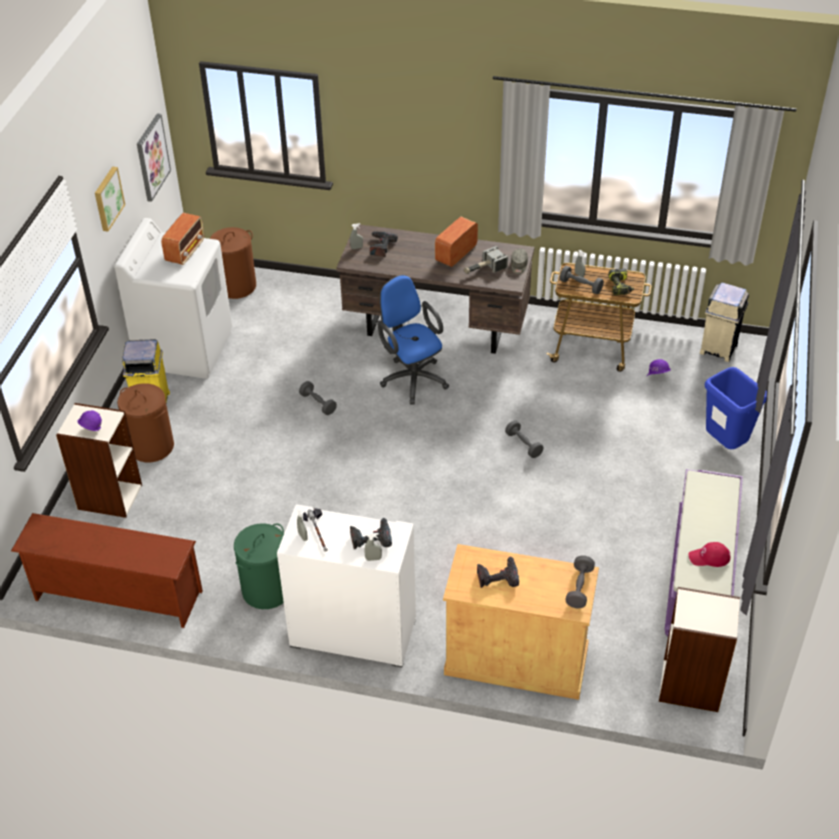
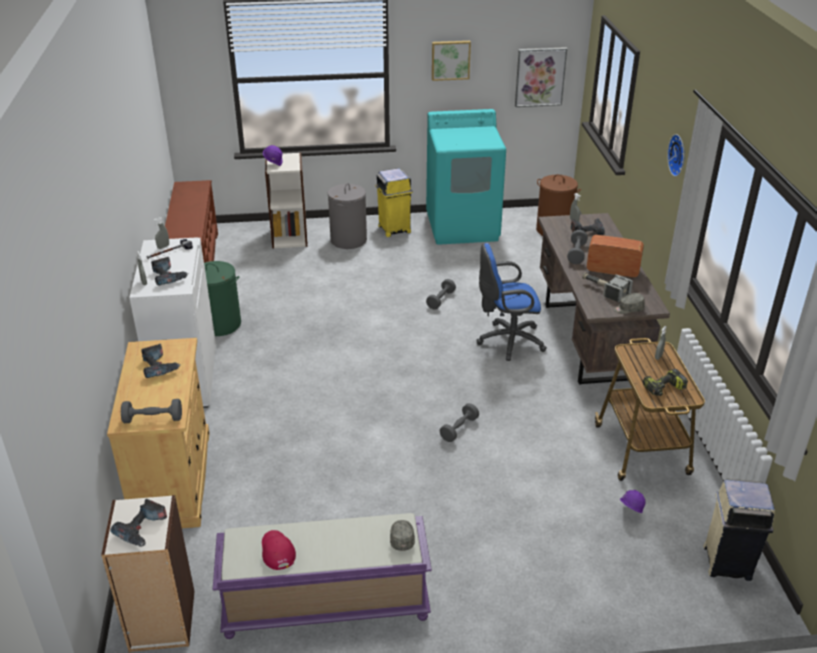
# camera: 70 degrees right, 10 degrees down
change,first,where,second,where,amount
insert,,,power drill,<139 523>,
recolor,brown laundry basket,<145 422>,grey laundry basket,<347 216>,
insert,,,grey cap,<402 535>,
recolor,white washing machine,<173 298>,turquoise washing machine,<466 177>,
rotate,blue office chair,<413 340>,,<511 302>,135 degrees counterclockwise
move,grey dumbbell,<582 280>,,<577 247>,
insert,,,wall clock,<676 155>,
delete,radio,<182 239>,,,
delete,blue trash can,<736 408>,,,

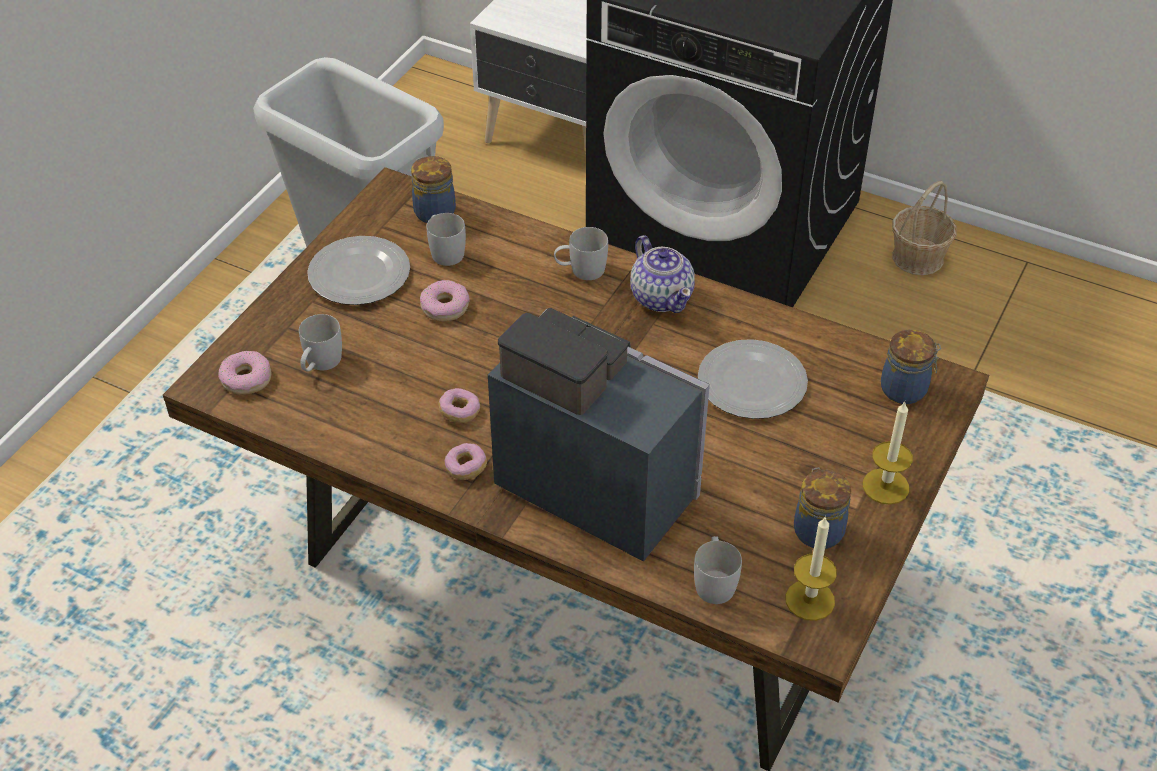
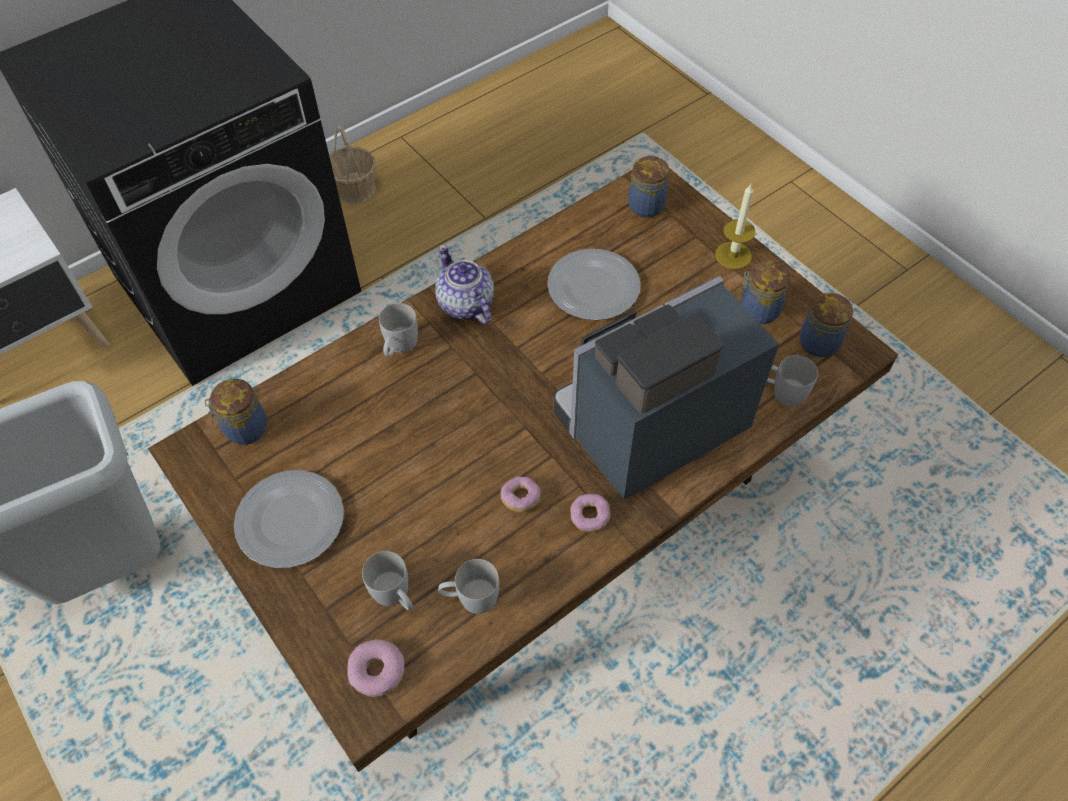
# camera: 65 degrees left, 10 degrees up
change,first,where,second,where,amount
rotate,teapot,<662 274>,,<464 284>,120 degrees counterclockwise
move,white mug,<446 239>,,<468 586>,
replace,candle,<811 568>,jar,<826 325>,
delete,donut,<445 301>,,,

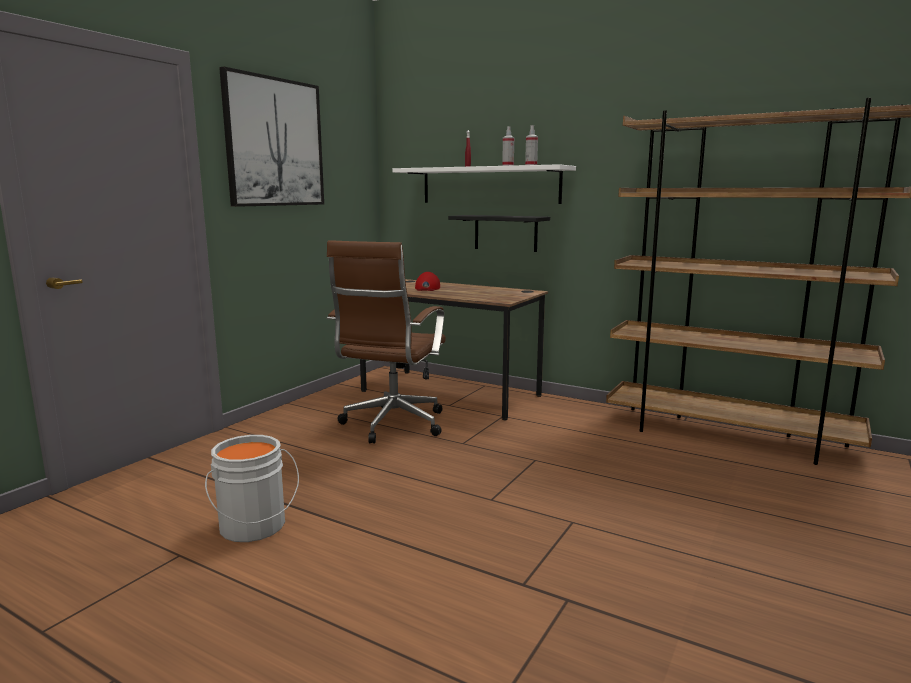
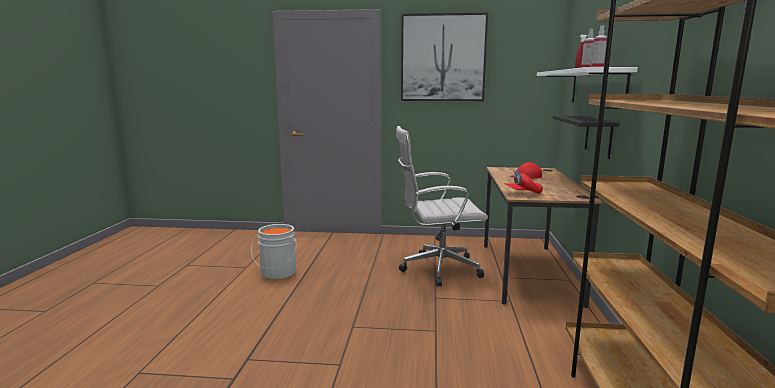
# camera: 65 degrees right, 0 degrees up
change,first,where,second,where,amount
recolor,brown office chair,<386 341>,white office chair,<442 206>,
insert,,,red cap,<524 182>,

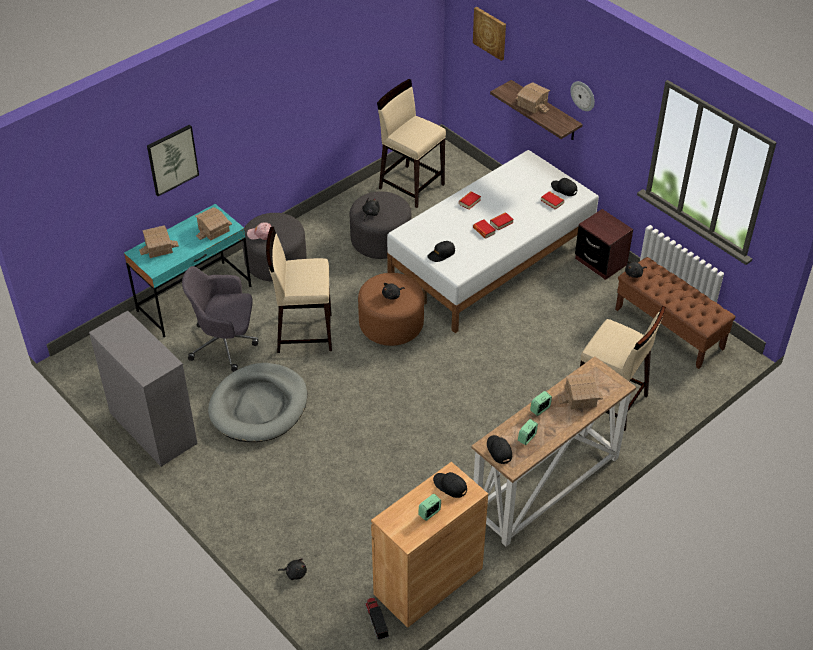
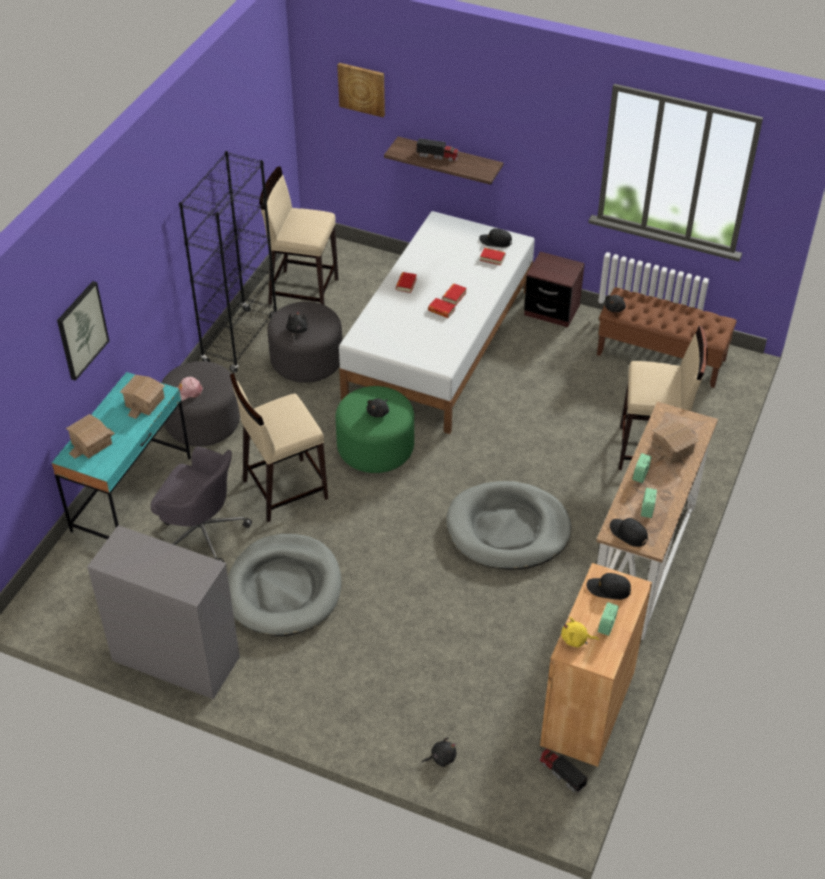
# camera: 25 degrees left, 0 degrees up
change,first,where,second,where,amount
rotate,grey office chair,<220 319>,,<201 504>,135 degrees counterclockwise
insert,,,black bookcase,<228 262>,
recolor,brown ottoman,<391 309>,green ottoman,<374 429>,
replace,toy house,<533 97>,toy truck,<437 149>,
insert,,,grey dog bed,<508 525>,
insert,,,yellow plush toy,<580 632>,
delete,black cap,<441 251>,,,
delete,wall clock,<582 96>,,,

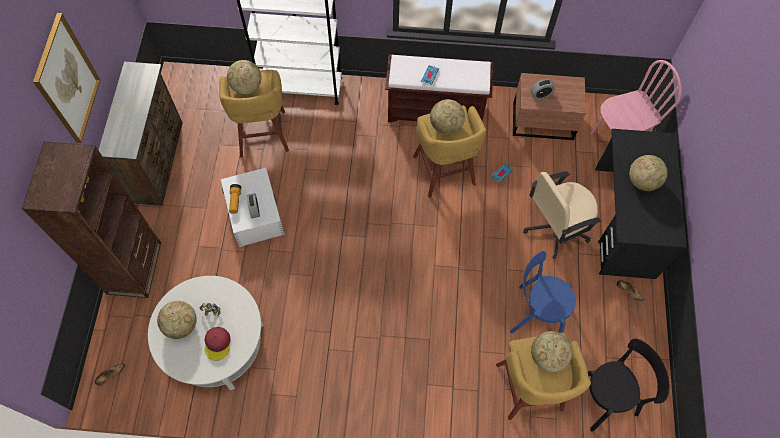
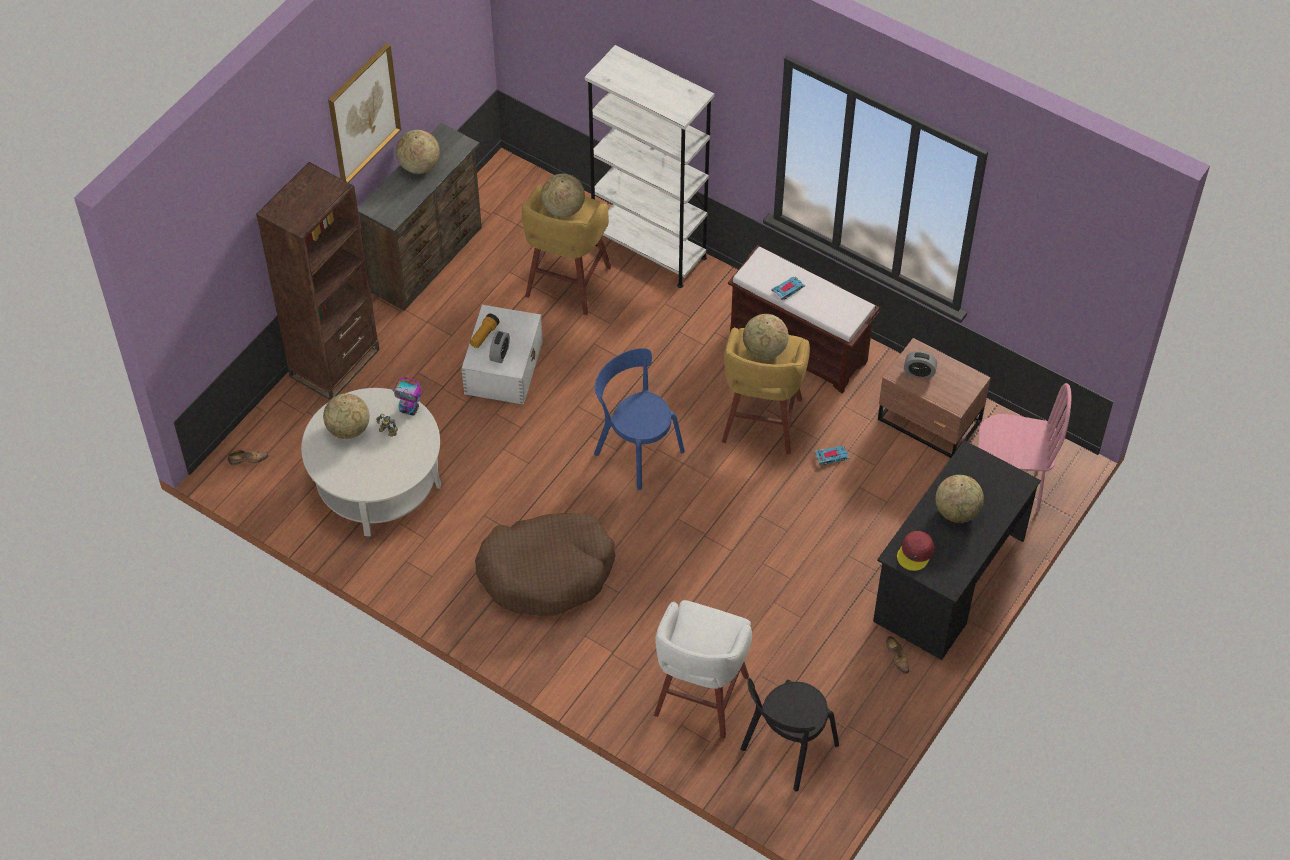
# camera: 30 degrees right, 10 degrees down
change,first,where,second,where,amount
insert,,,toy robot,<406 396>,
move,globe,<552 351>,,<418 152>,
insert,,,brown dog bed,<545 564>,
move,blue chair,<543 292>,,<639 419>,
recolor,yellow stool,<543 376>,white stool,<703 669>,
rotate,black chair,<628 385>,,<790 735>,120 degrees clockwise
move,red cap,<218 344>,,<915 551>,
delete,beige office chair,<562 215>,,,

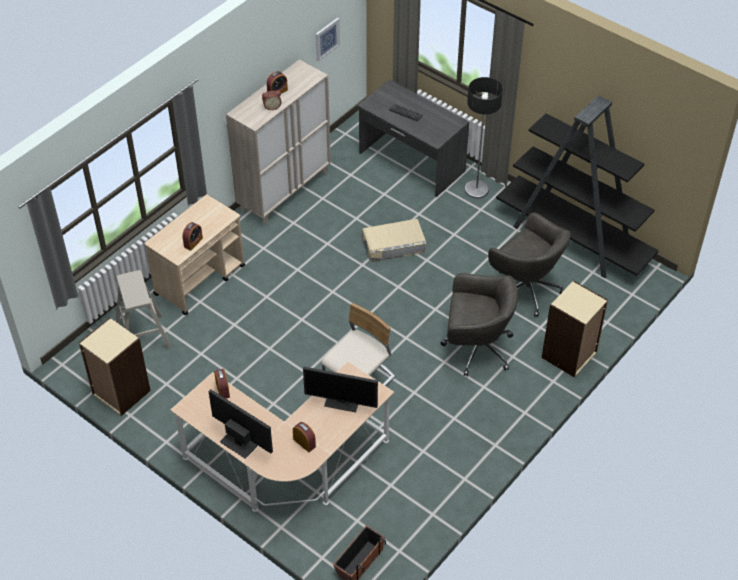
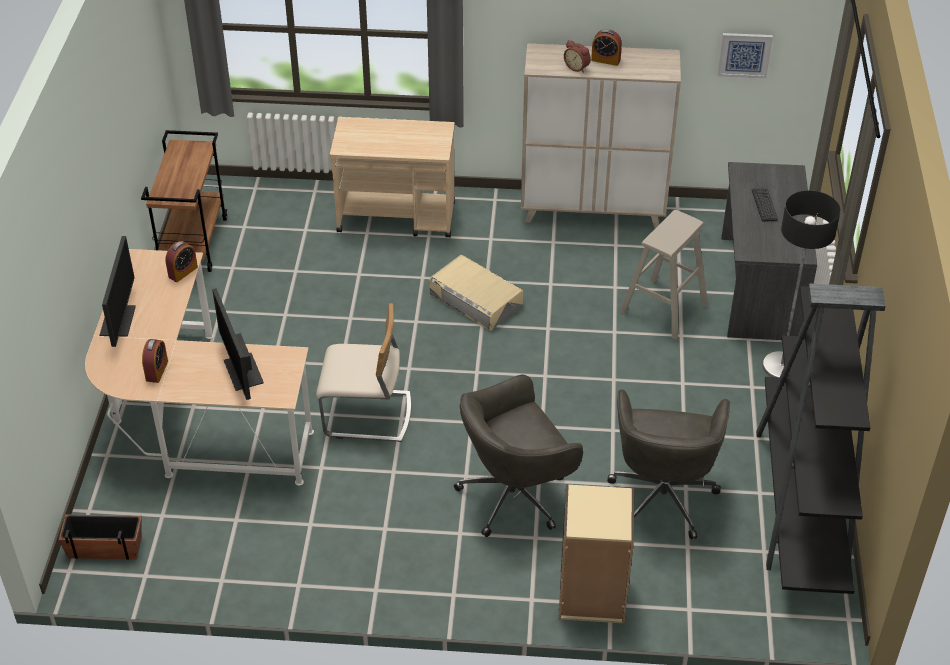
# camera: 55 degrees right, 5 degrees down
change,first,where,second,where,amount
replace,beige bookcase,<115 366>,brown cart,<184 201>,
move,beige storage box,<394 240>,,<476 293>,
rotate,grey office chair,<479 324>,,<518 455>,90 degrees clockwise
move,beige stool,<143 309>,,<664 274>,
delete,alarm clock,<192 236>,,,

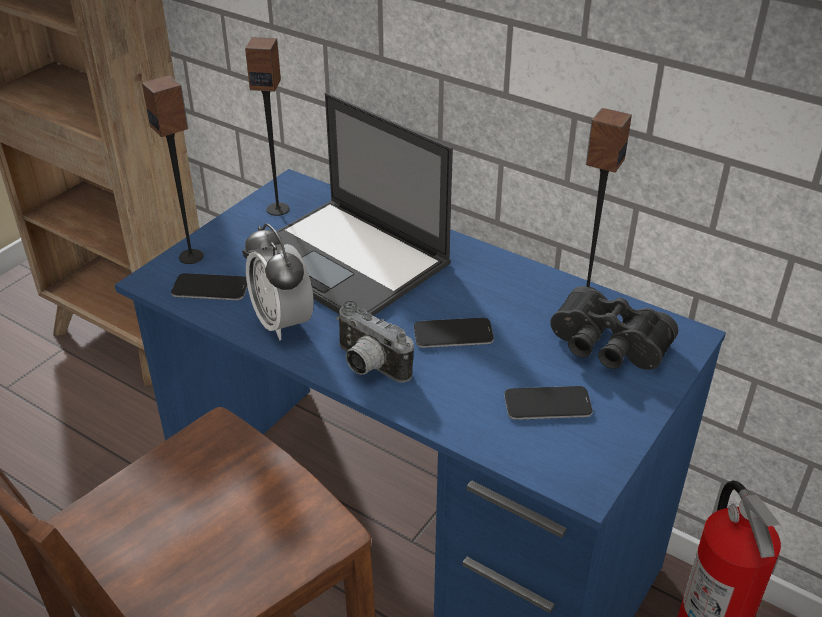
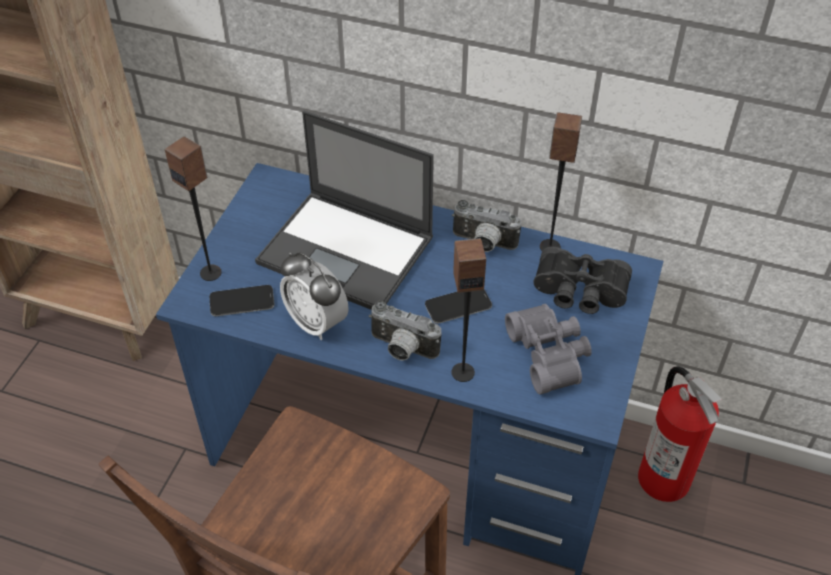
# camera: 15 degrees left, 10 degrees up
change,first,where,second,where,amount
move,speaker,<267 126>,,<468 310>,
insert,,,photo camera,<486 226>,
replace,phone,<548 403>,grey binoculars,<548 349>,

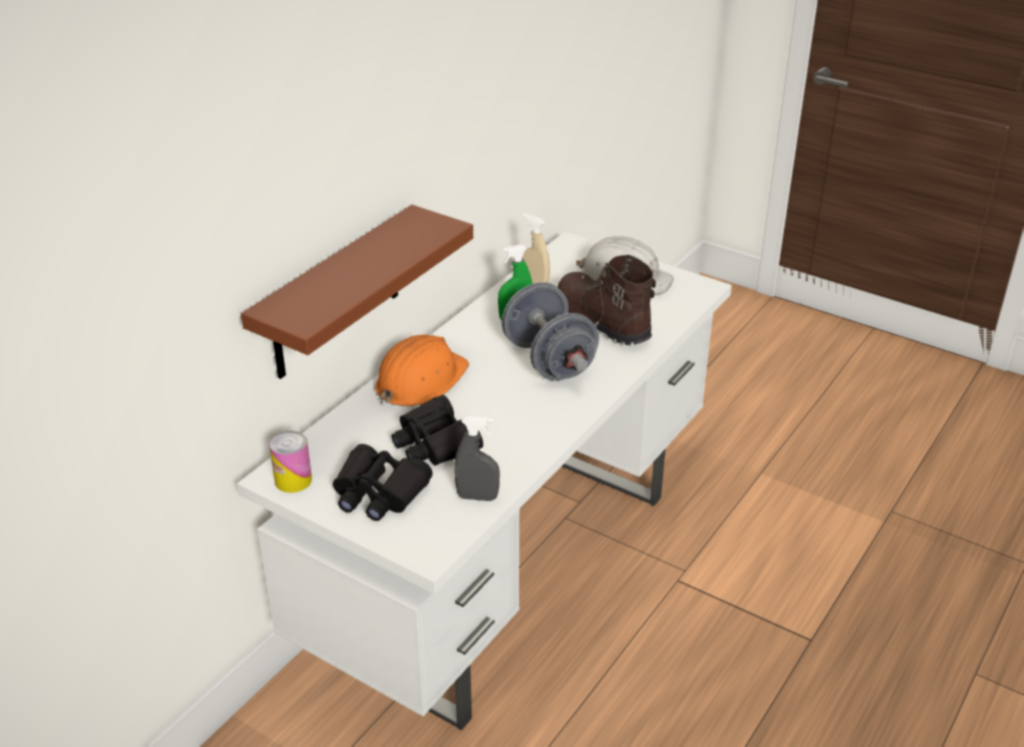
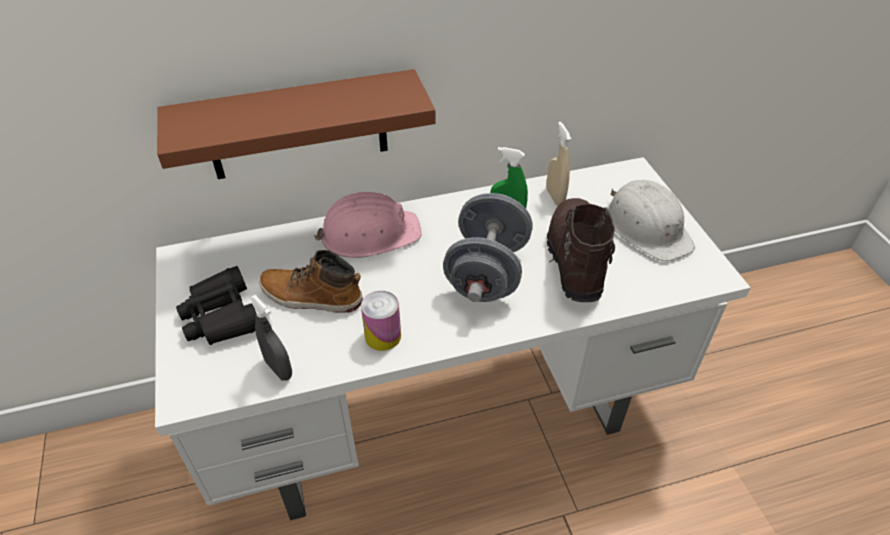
# camera: 40 degrees right, 10 degrees up
change,first,where,second,where,amount
replace,black binoculars,<437 430>,boot,<311 281>,
recolor,orange hard hat,<422 370>,pink hard hat,<368 225>,
move,can,<290 462>,,<381 321>,

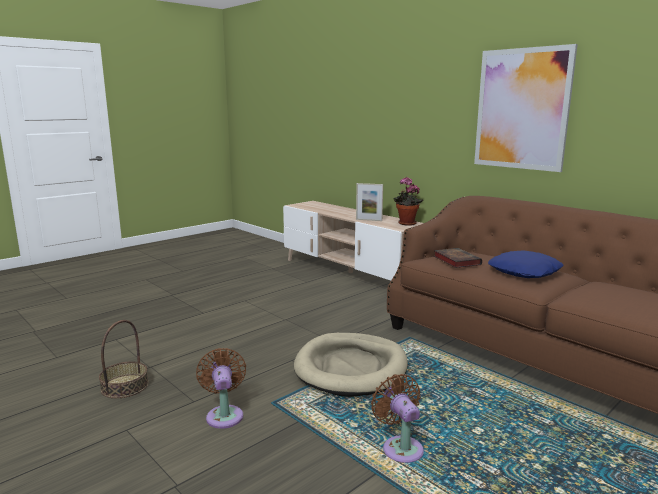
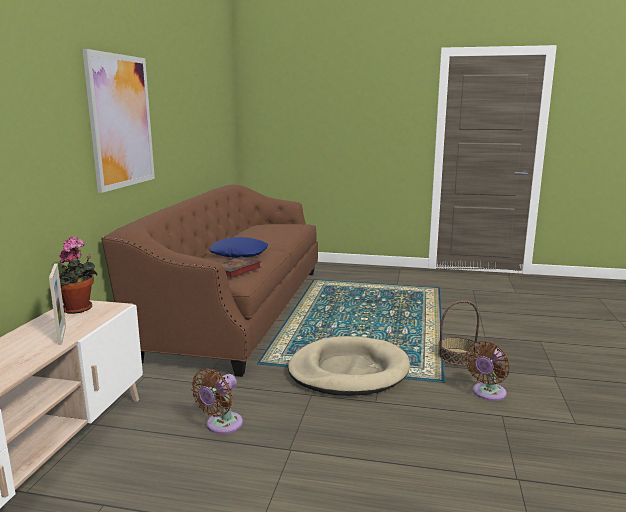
# camera: 125 degrees left, 0 degrees up
change,first,where,second,where,amount
move,brown fan,<397 418>,,<217 401>,
move,basket,<124 359>,,<458 333>,

